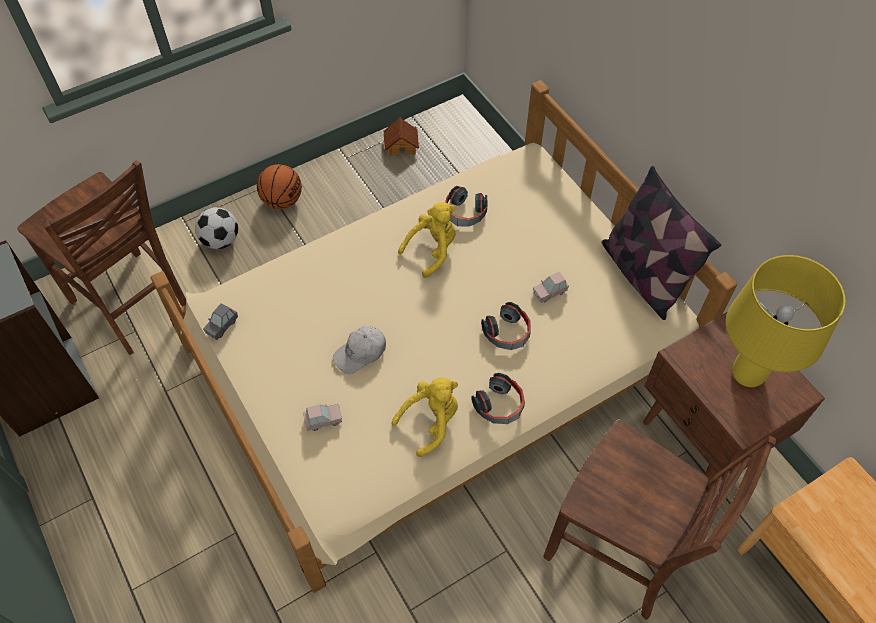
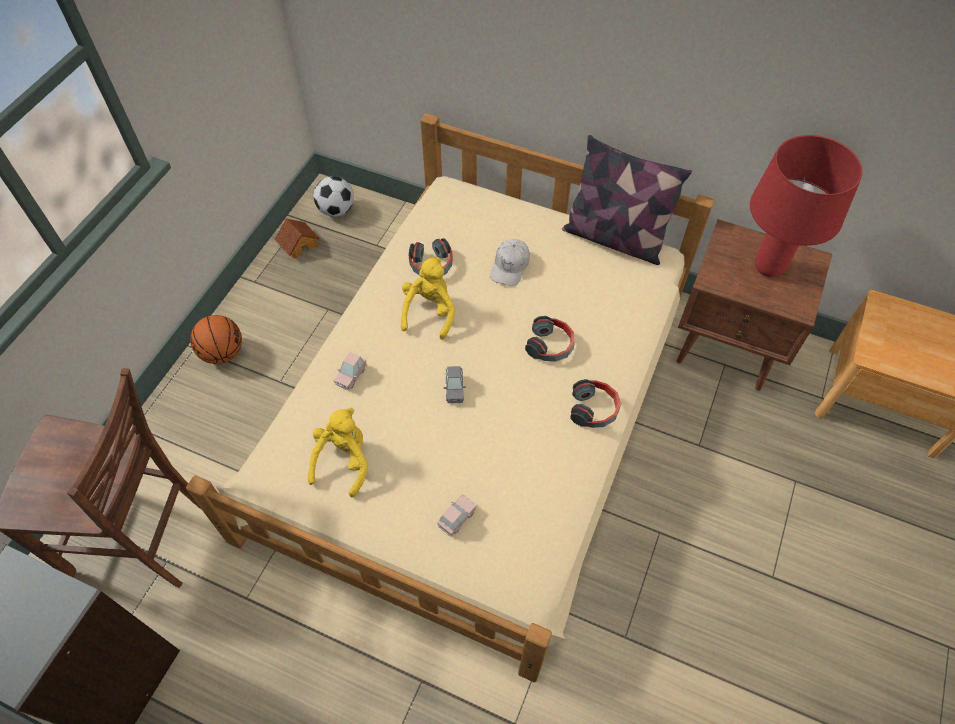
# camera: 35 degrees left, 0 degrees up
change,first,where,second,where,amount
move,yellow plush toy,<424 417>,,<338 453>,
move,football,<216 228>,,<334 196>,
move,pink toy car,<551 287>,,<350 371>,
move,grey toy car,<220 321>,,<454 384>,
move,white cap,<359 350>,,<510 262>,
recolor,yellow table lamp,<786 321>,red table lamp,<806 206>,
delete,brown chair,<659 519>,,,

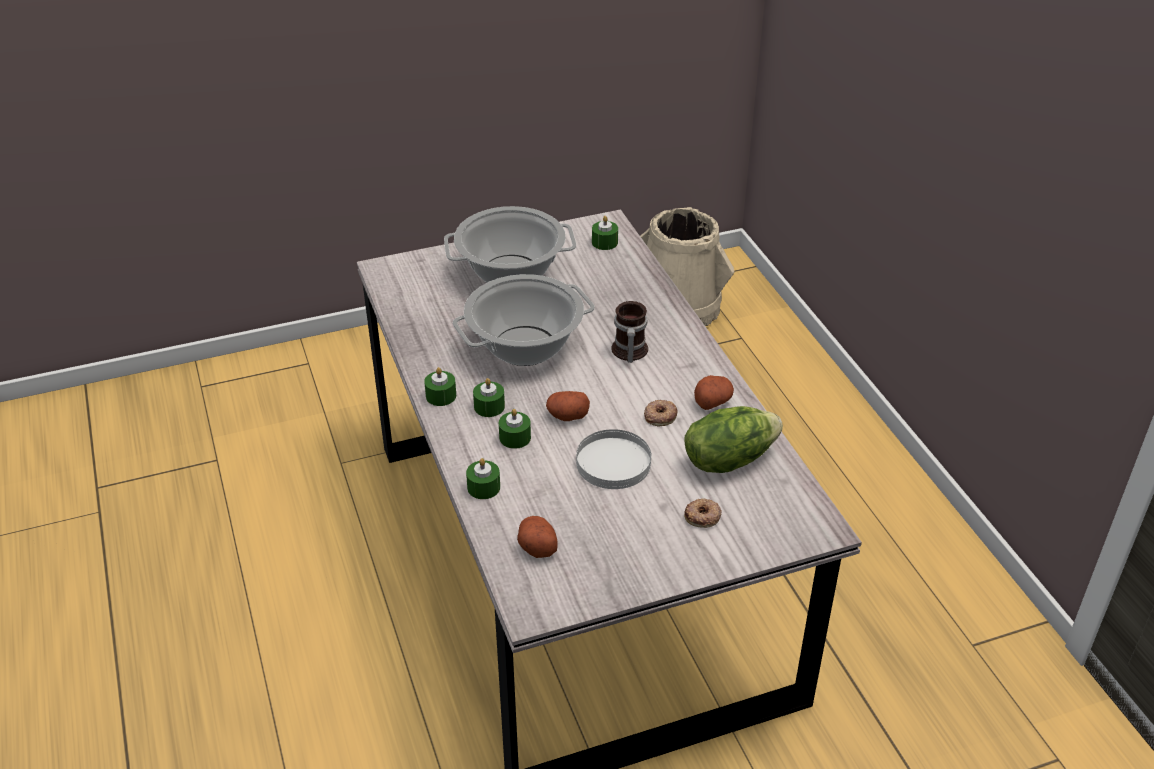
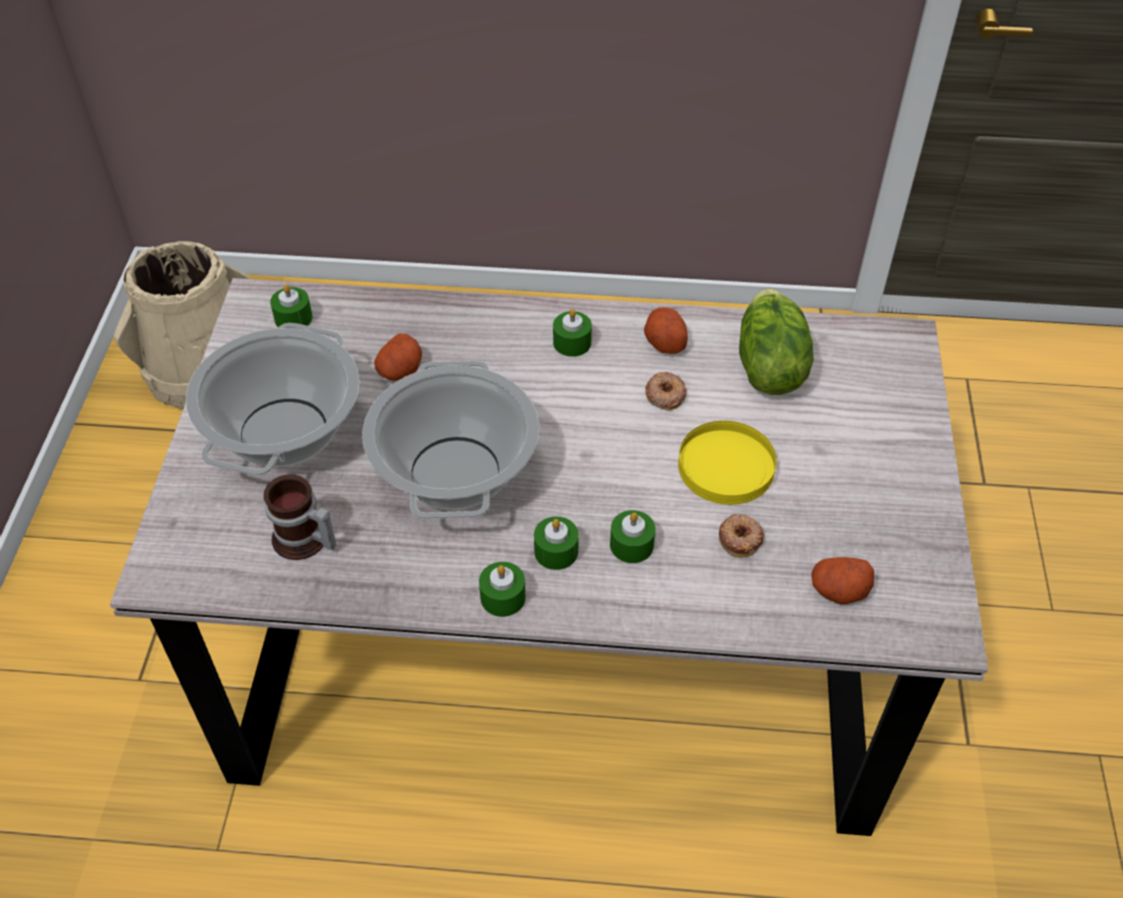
# camera: 65 degrees left, 10 degrees up
change,first,where,second,where,amount
move,mug,<629 332>,,<300 517>,
move,potato,<568 406>,,<398 357>,
move,green candle,<483 478>,,<572 333>,
recolor,white plate,<613 459>,yellow plate,<727 463>,
move,donut,<703 513>,,<741 535>,

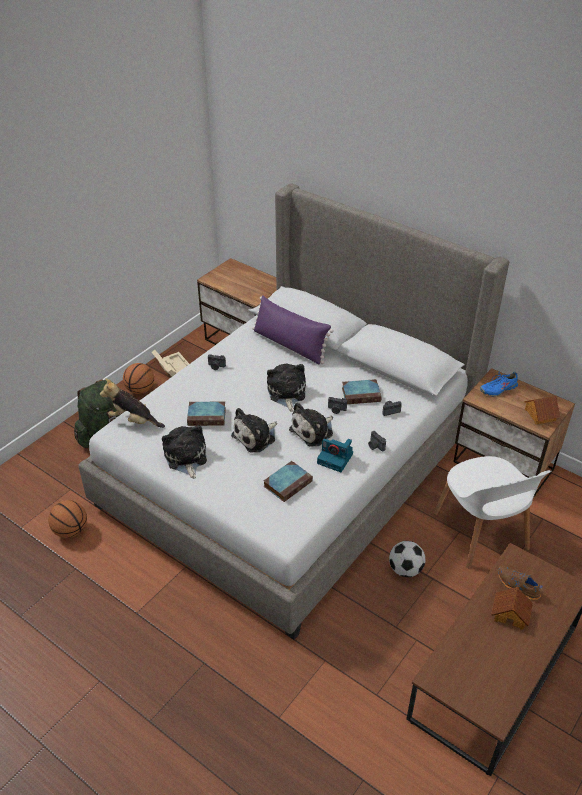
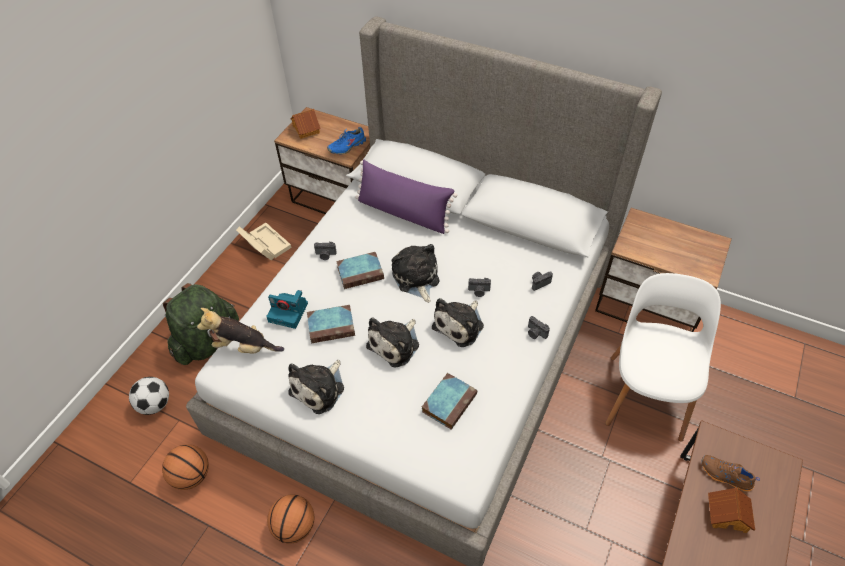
# camera: 10 degrees left, 10 degrees up
change,first,where,second,where,amount
move,football,<407 559>,,<149 396>,
move,photo camera,<335 455>,,<287 309>,
move,basketball,<138 378>,,<291 519>,
rotate,plush toy,<184 452>,,<316 387>,120 degrees counterclockwise
move,toy house,<542 410>,,<306 124>,
move,blue shoe,<499 384>,,<346 140>,
move,book,<362 391>,,<360 270>,
rotate,white chair,<492 512>,,<663 357>,135 degrees counterclockwise

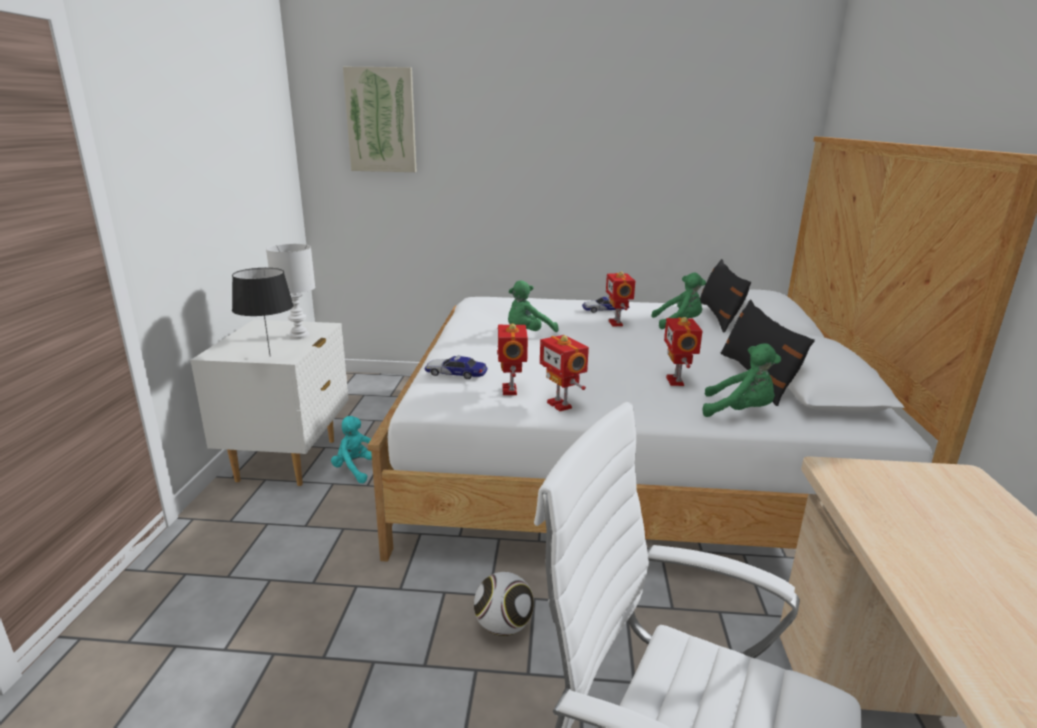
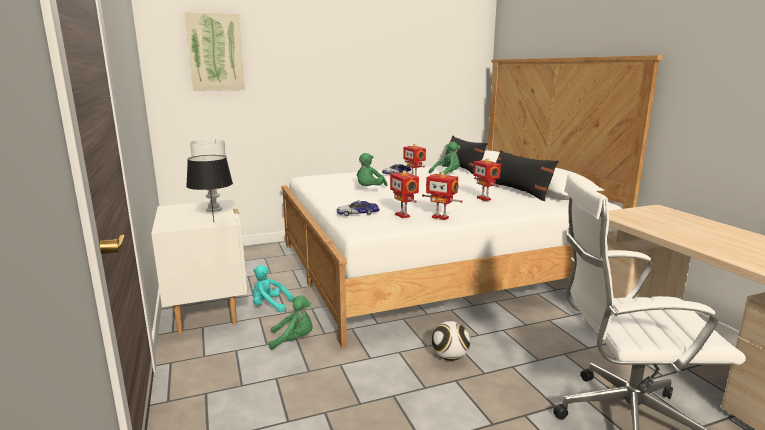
# camera: 25 degrees left, 5 degrees down
change,first,where,second,where,amount
move,green plush toy,<741 380>,,<291 322>,

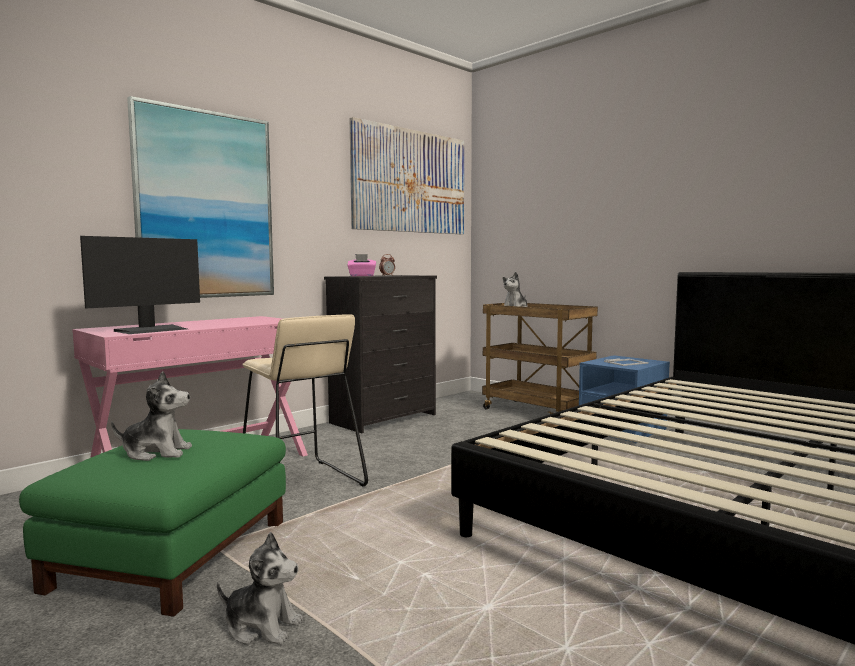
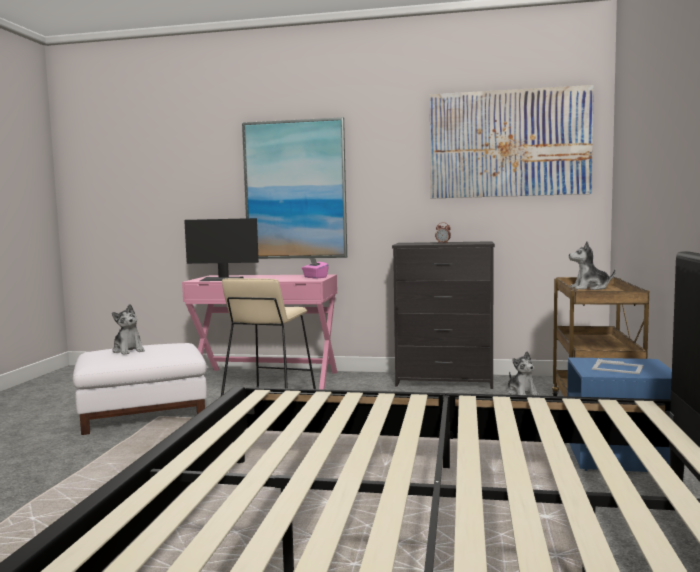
# camera: 55 degrees right, 0 degrees up
change,first,where,second,where,amount
recolor,green ottoman,<152 523>,white ottoman,<140 389>,
move,pink tissue box,<361 265>,,<315 268>,
move,plush toy,<260 588>,,<523 373>,

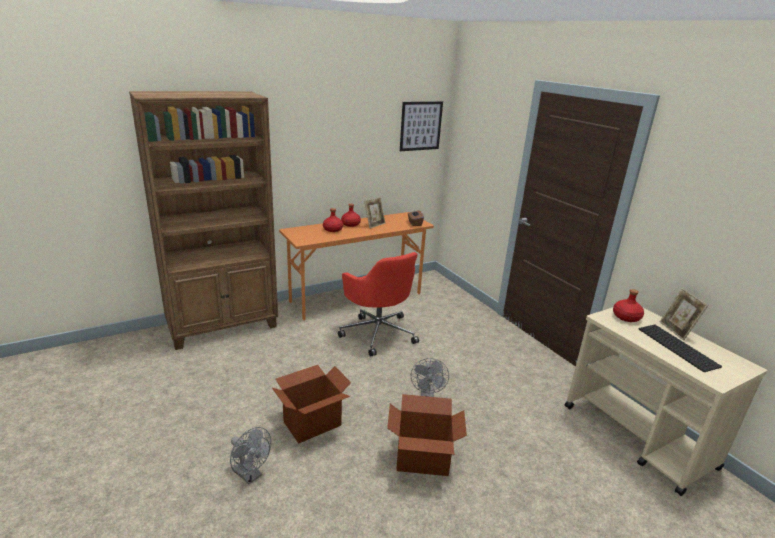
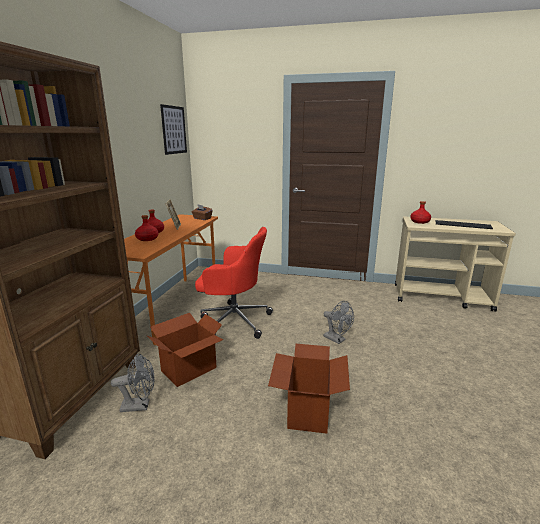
# camera: 45 degrees left, 5 degrees down
change,first,where,second,where,amount
move,grey fan,<250 455>,,<133 383>,
move,cardboard box,<427 435>,,<185 350>,
delete,picture frame,<684 314>,,,

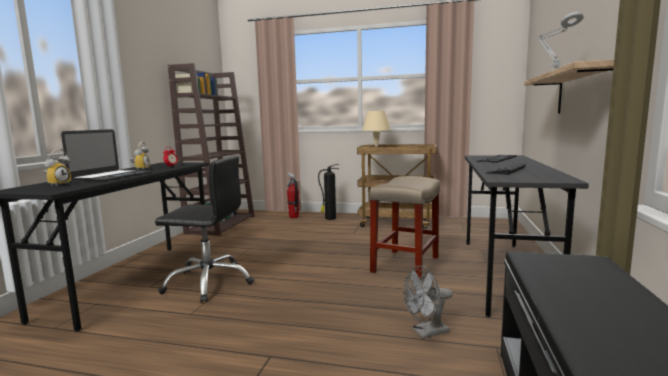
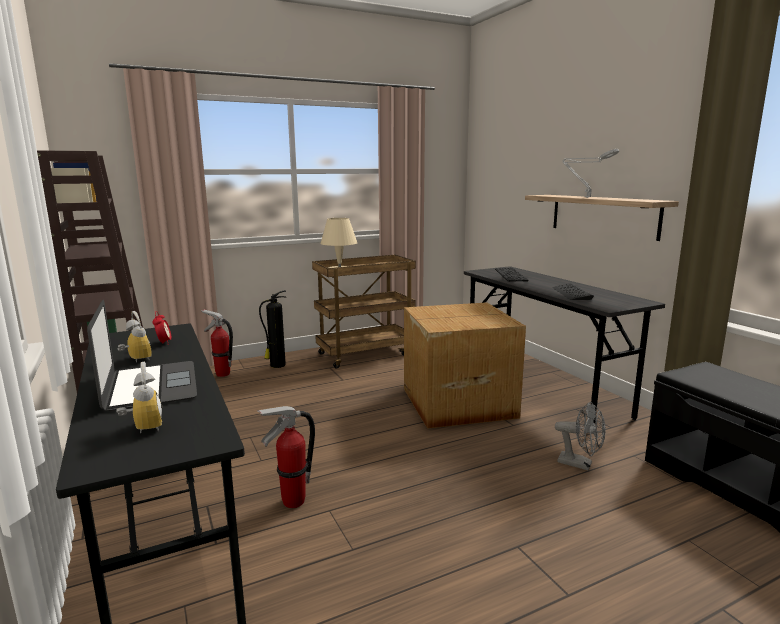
# camera: 40 degrees left, 5 degrees up
change,first,where,second,where,amount
replace,black office chair,<204 229>,fire extinguisher,<286 457>,
replace,beige stool,<404 228>,cardboard box,<465 365>,
rotate,grey fan,<428 302>,,<580 436>,90 degrees counterclockwise

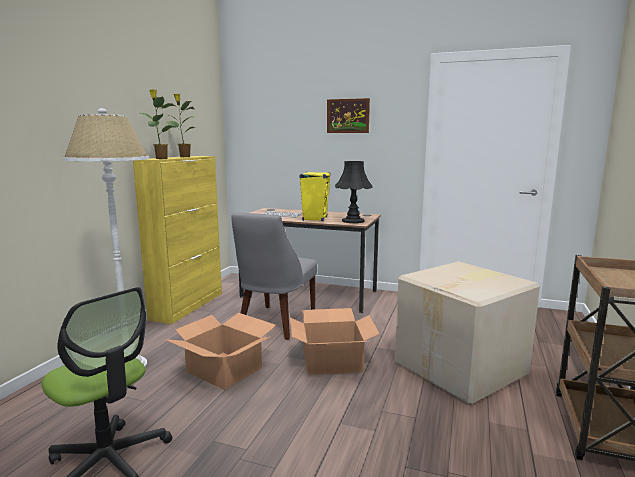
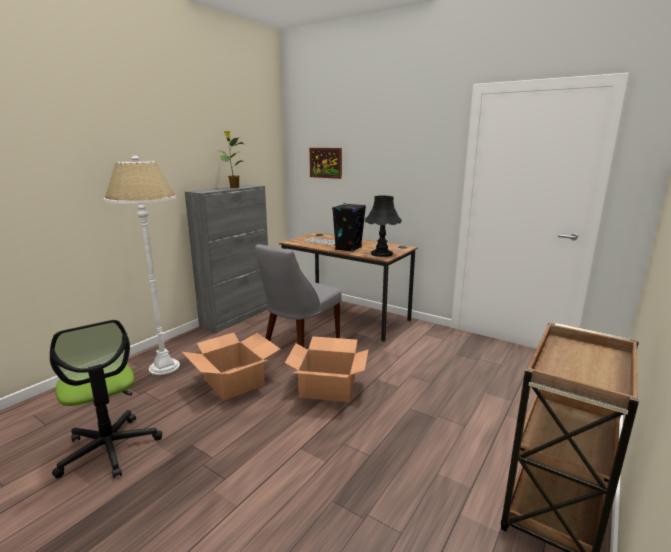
# camera: 15 degrees right, 5 degrees up
change,first,where,second,where,amount
recolor,yellow cabinet,<177 240>,grey cabinet,<226 259>,
move,picture,<348 115>,,<325 163>,
recolor,yellow speaker,<315 196>,black speaker,<349 227>,
delete,potted plant,<157 124>,,,
delete,cardboard box,<467 333>,,,

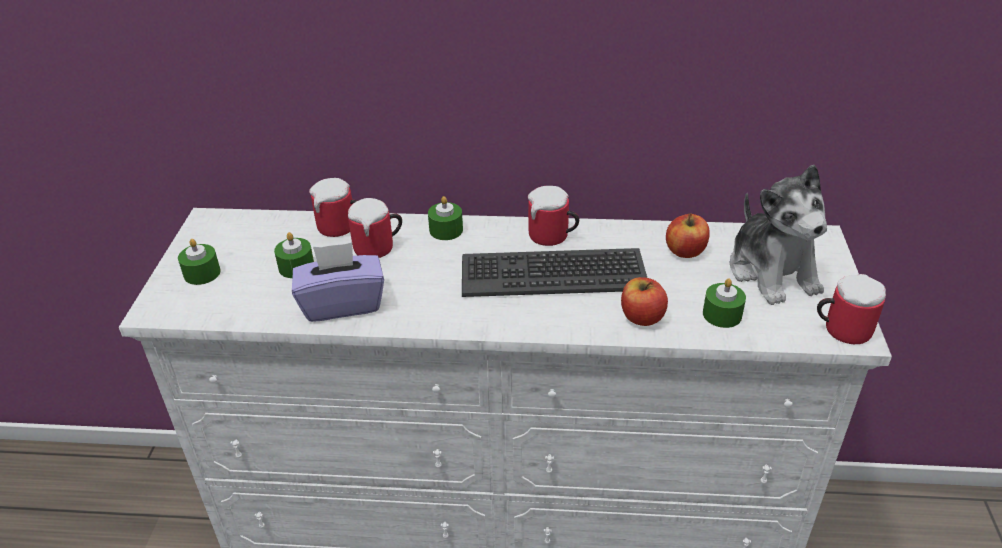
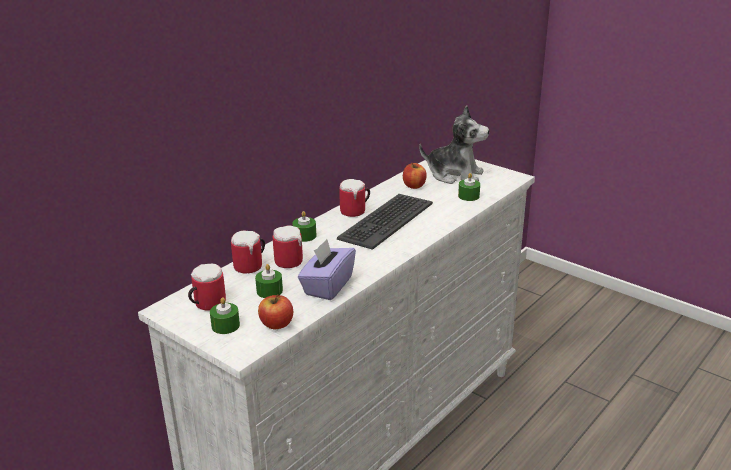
# camera: 55 degrees left, 10 degrees down
change,first,where,second,where,amount
move,mug,<851 309>,,<207 287>,
move,apple,<644 301>,,<275 311>,

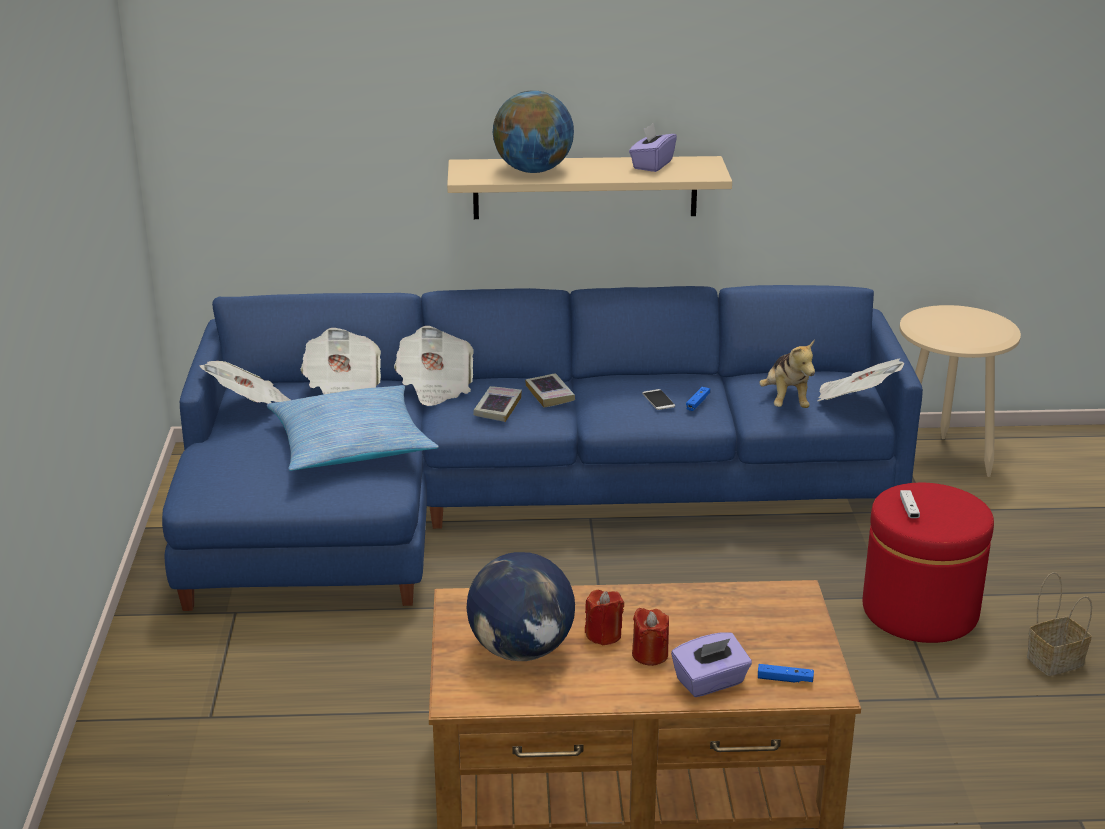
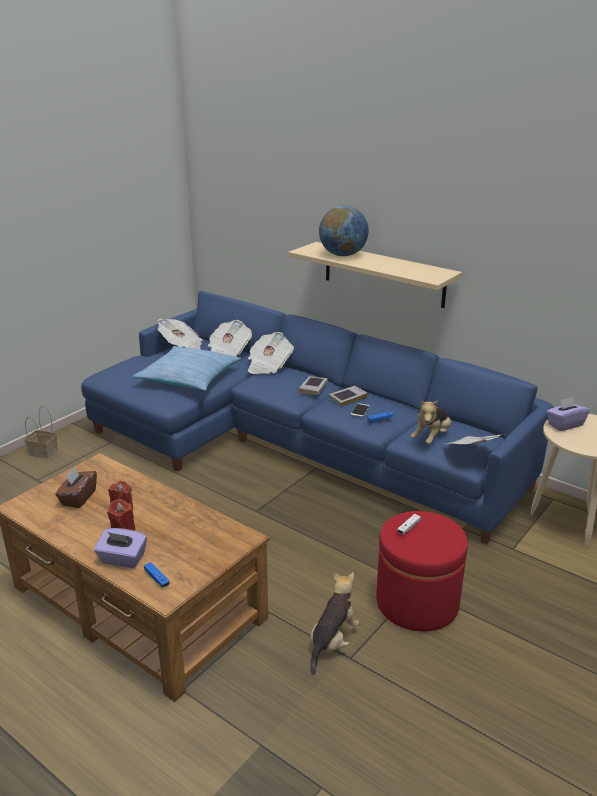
# camera: 40 degrees right, 0 degrees up
change,first,where,second,where,amount
move,basket,<1059 624>,,<41 432>,
replace,globe,<520 606>,brown tissue box,<76 487>,
insert,,,plush toy,<334 623>,
move,book,<497 404>,,<348 396>,
move,purple tissue box,<653 147>,,<568 414>,

